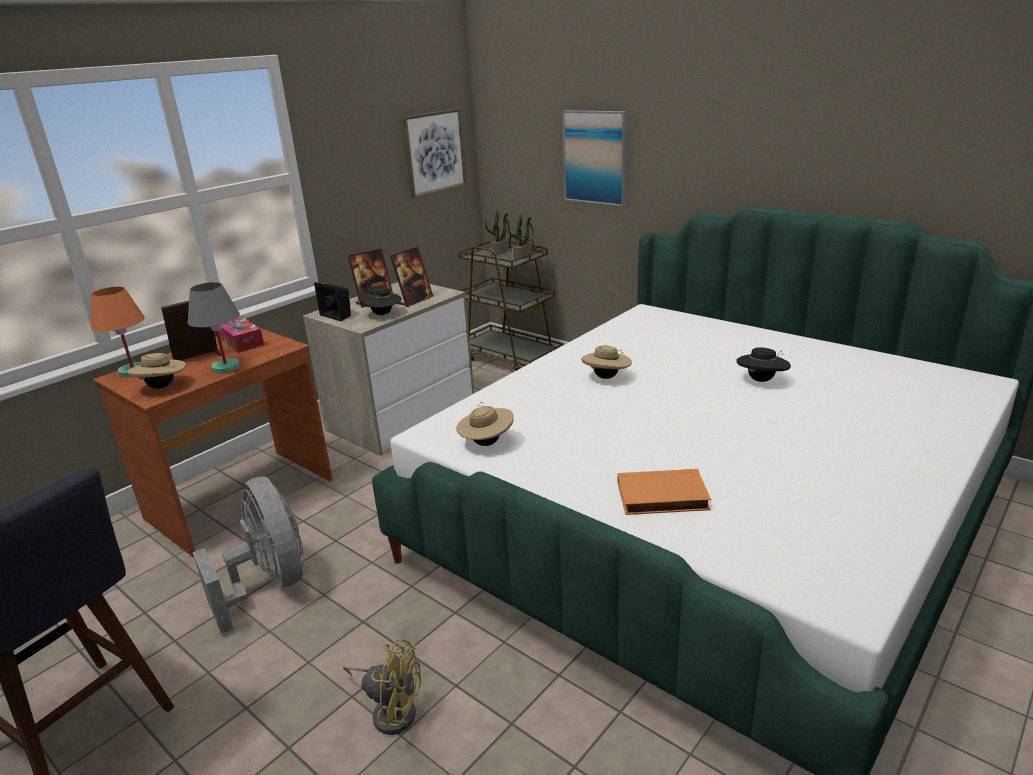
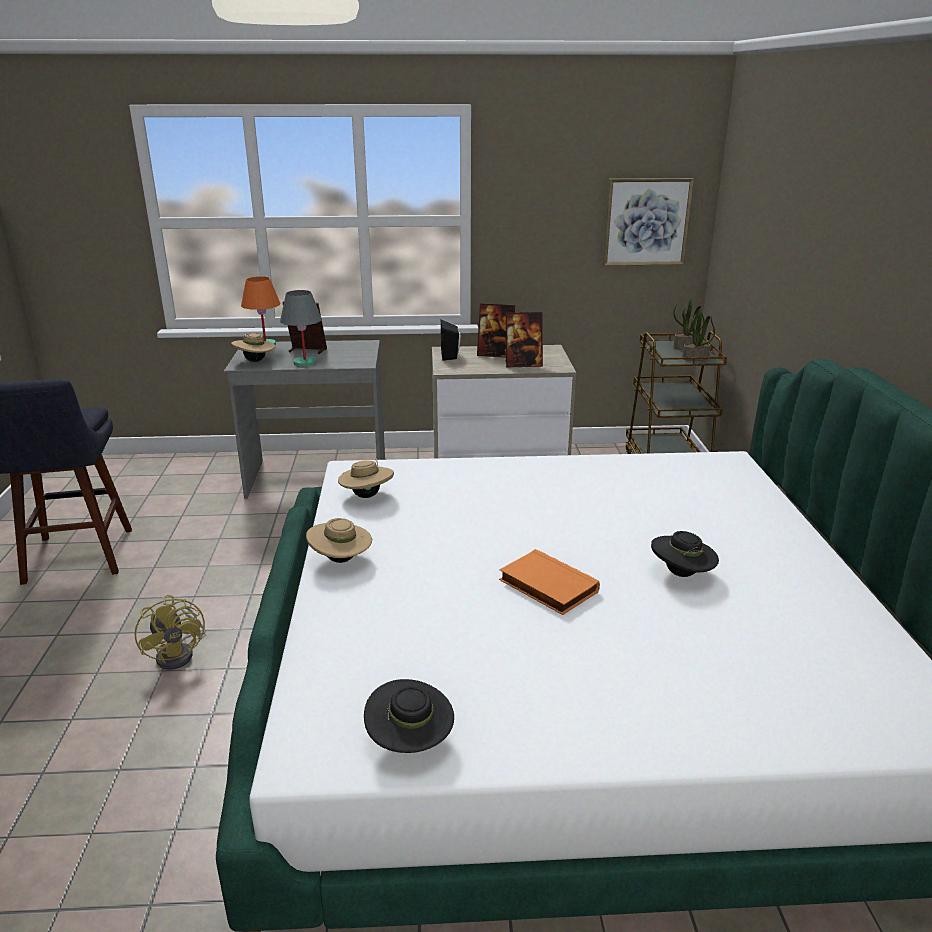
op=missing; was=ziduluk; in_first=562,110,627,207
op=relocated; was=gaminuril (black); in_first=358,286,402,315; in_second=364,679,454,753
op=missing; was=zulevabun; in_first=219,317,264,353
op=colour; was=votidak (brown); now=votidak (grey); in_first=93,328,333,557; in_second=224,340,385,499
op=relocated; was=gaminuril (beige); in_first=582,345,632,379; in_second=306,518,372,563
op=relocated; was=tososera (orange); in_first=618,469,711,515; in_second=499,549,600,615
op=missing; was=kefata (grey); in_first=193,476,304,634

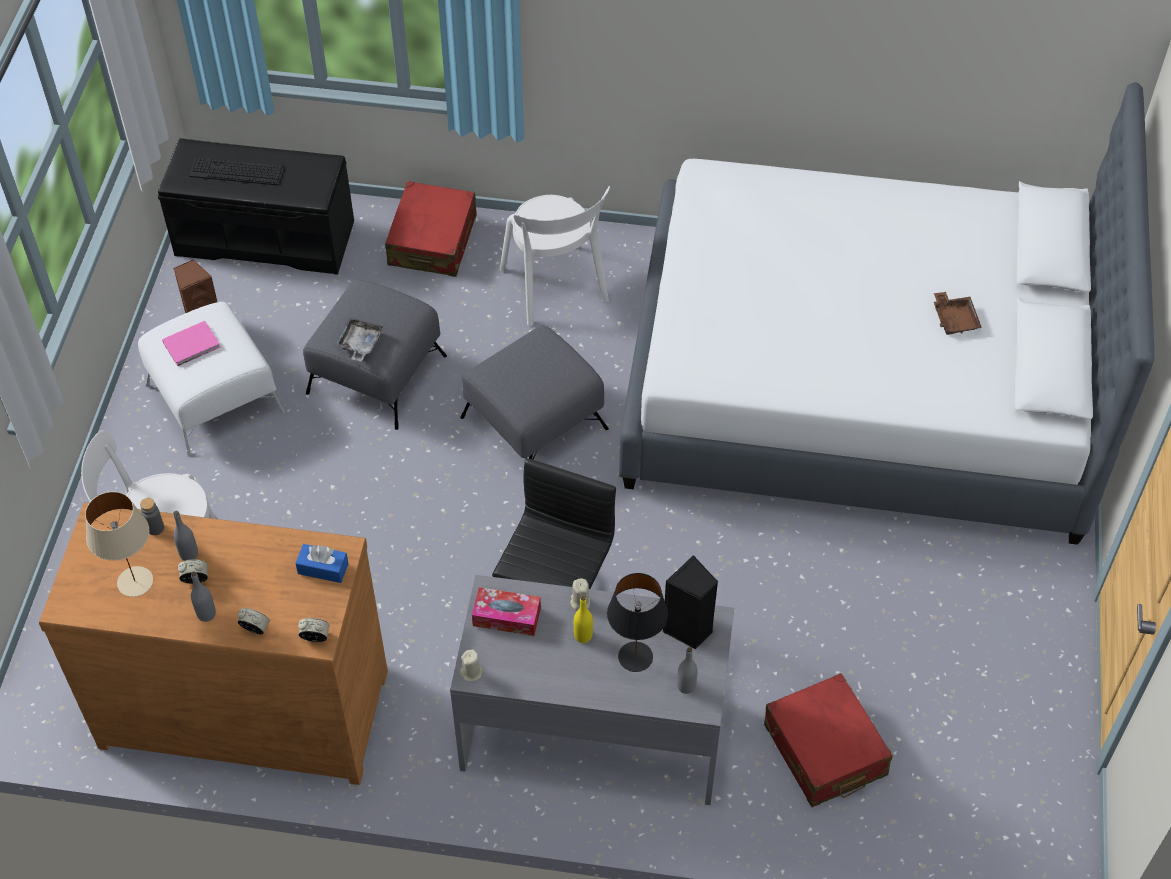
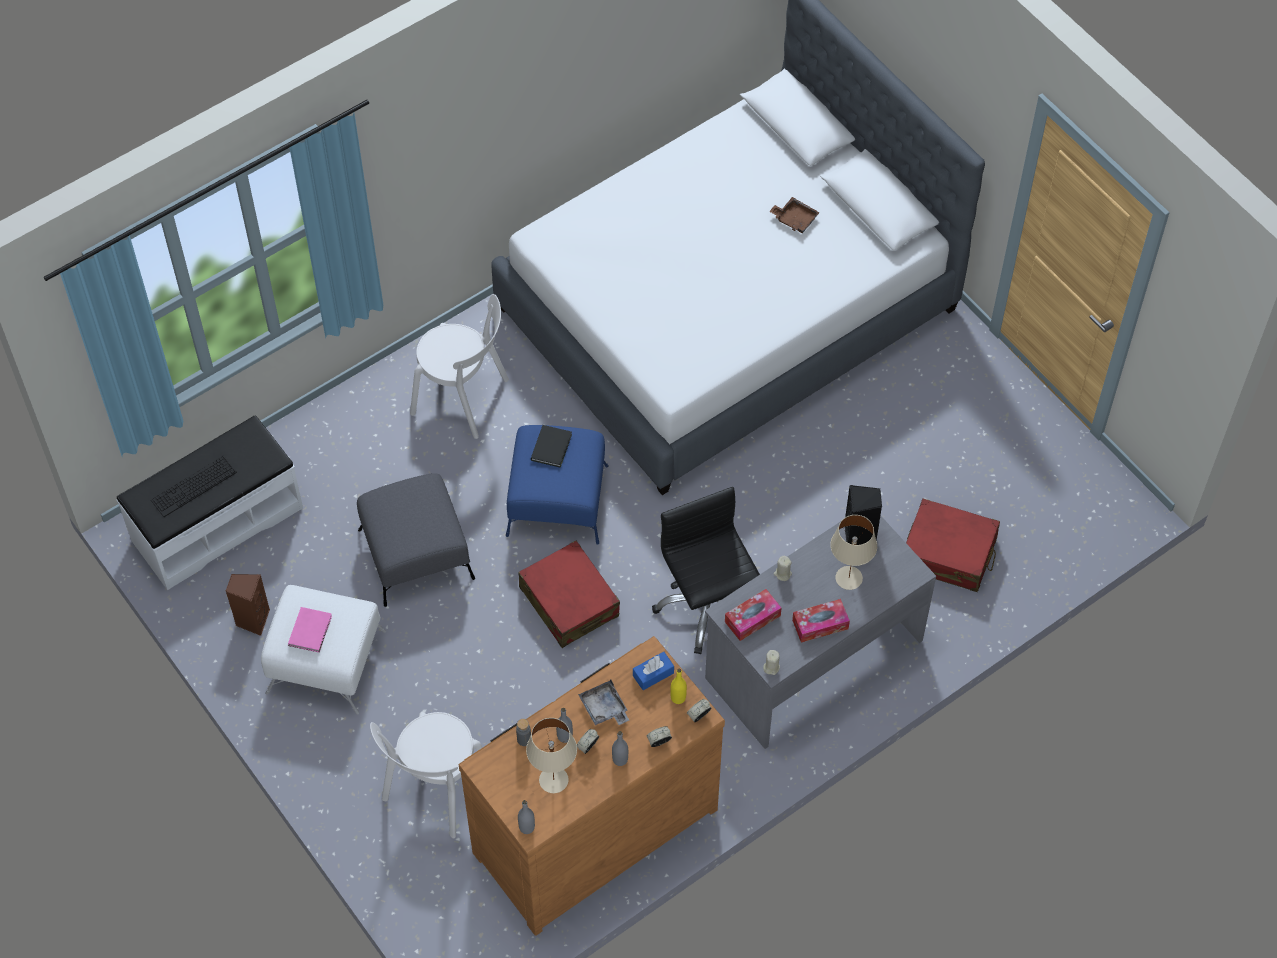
op=colour; was=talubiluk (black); now=talubiluk (white); in_first=158,138,354,275; in_second=117,416,303,590
op=relocated; was=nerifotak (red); in_first=385,181,477,277; in_second=518,540,620,648
op=relocated; was=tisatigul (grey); in_first=335,318,383,362; in_second=578,679,629,725
op=colour; was=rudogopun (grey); now=rudogopun (blue); in_first=460,325,609,460; in_second=506,425,609,545
op=colour; was=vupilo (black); now=vupilo (beige); in_first=607,573,668,672; in_second=830,515,877,590
op=relocated; was=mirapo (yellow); in_first=574,596,593,643; in_second=670,669,687,704
op=relocated; was=mirapo (grey); in_first=677,647,698,694; in_second=518,800,535,834
op=appeared; now=tososera (black); in_second=531,425,572,468
op=appeared; now=zulevabun; in_second=792,599,850,643

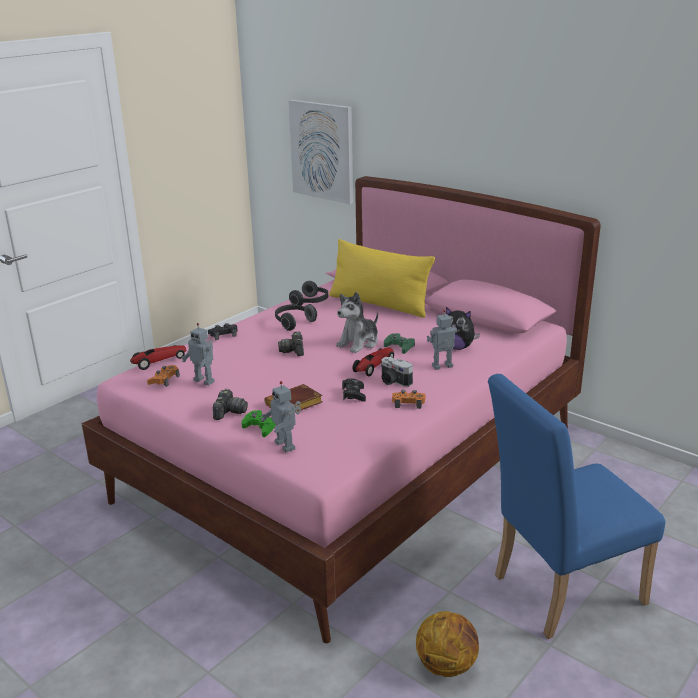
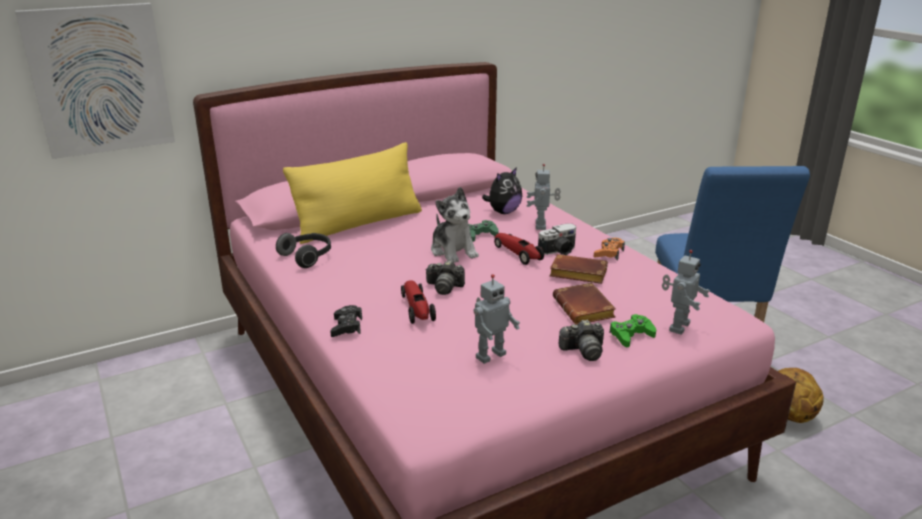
op=missing; was=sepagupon; in_first=275,304,317,331
op=relocated; was=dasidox; in_first=130,345,187,370; in_second=401,280,436,324
op=missing; was=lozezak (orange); in_first=147,365,180,387
op=exchanged; was=lozezak (black); now=tososera (brown); in_first=342,378,366,402; in_second=550,254,608,284
op=spun; was=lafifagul; in_first=261,381,301,452; in_second=662,250,710,335; clockwise=-45
op=spun; was=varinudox; in_first=213,389,248,420; in_second=559,320,604,361; clockwise=135

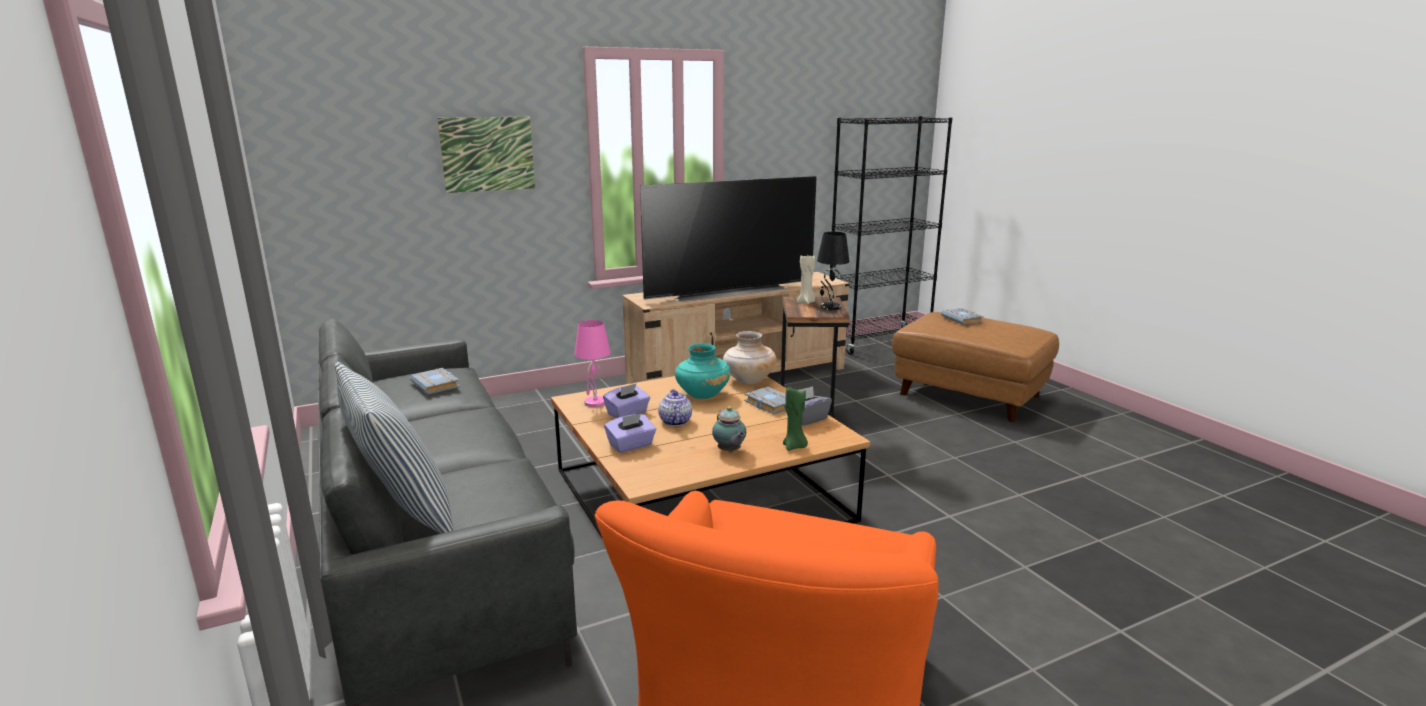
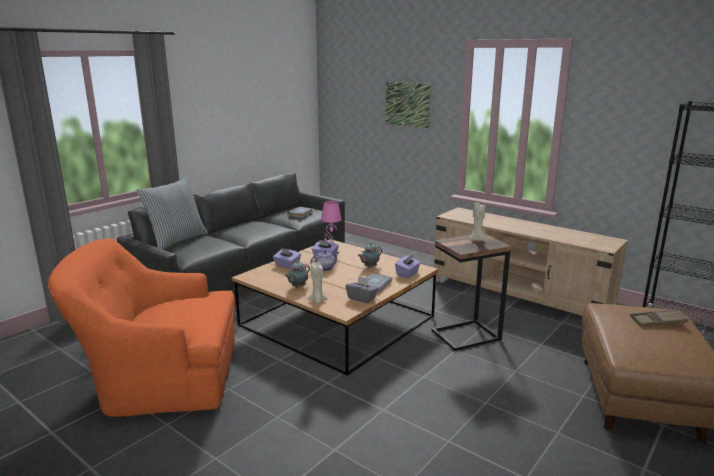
op=missing; was=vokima; in_first=640,176,817,302
op=missing; was=vupilo (black); in_first=817,232,849,310
op=exchanged; was=tososera (grey); now=tisatigul (brown); in_first=941,308,984,325; in_second=631,309,688,326
op=exchanged; was=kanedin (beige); now=zulevabun (purple); in_first=723,331,776,384; in_second=395,254,421,278
op=exchanged; was=kanedin (turquoise); now=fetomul; in_first=675,343,731,399; in_second=358,243,382,268
op=colour; was=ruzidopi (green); now=ruzidopi (beige); in_first=783,387,808,451; in_second=308,262,328,304

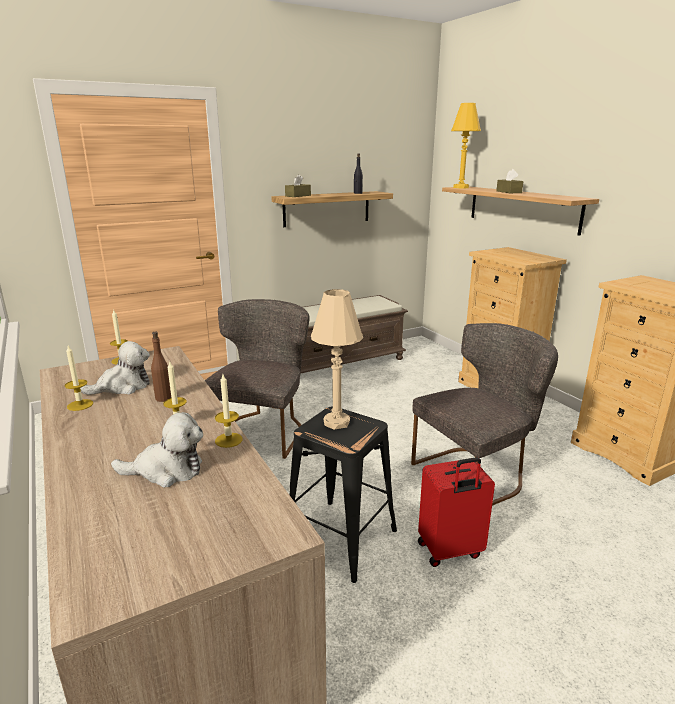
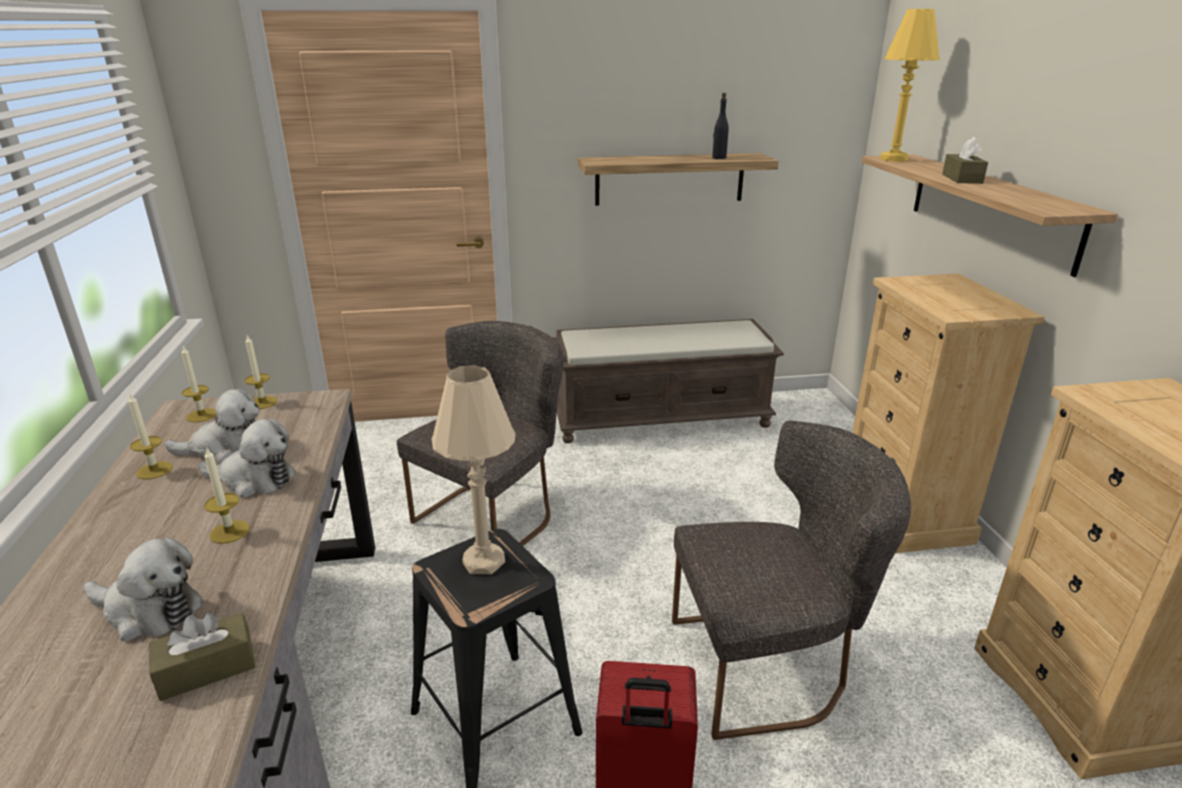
op=relocated; was=zulevabun (brown); in_first=285,174,311,197; in_second=149,613,256,701
op=exchanged; was=mirapo (brown); now=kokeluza; in_first=151,332,171,402; in_second=198,419,295,498
op=relocated; was=ruzidopi; in_first=215,374,243,448; in_second=181,346,216,422

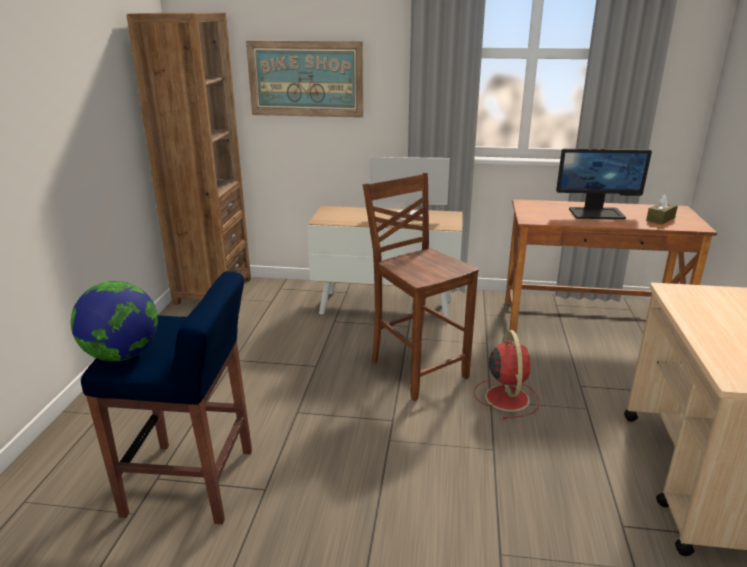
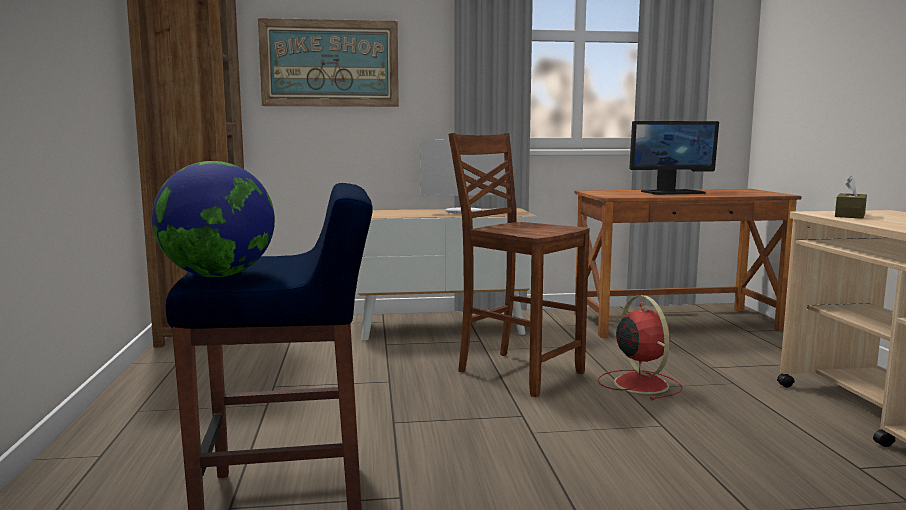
op=relocated; was=zulevabun (brown); in_first=646,194,678,225; in_second=835,176,867,219

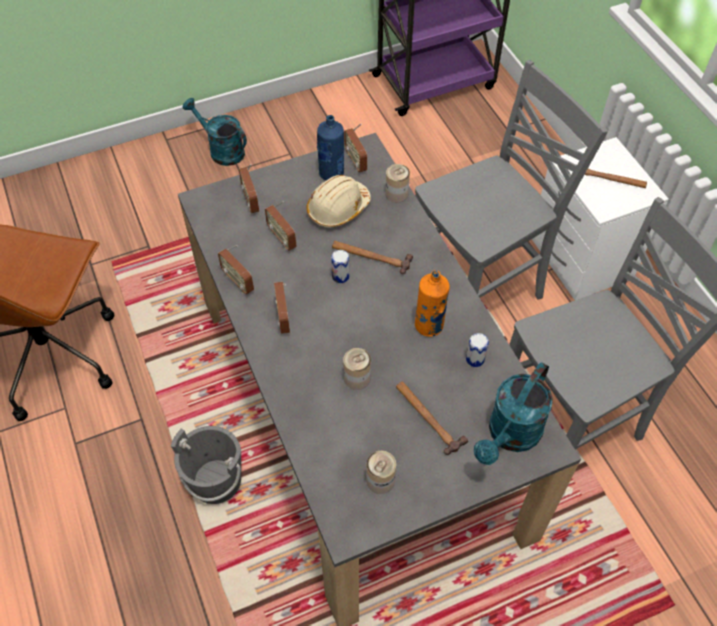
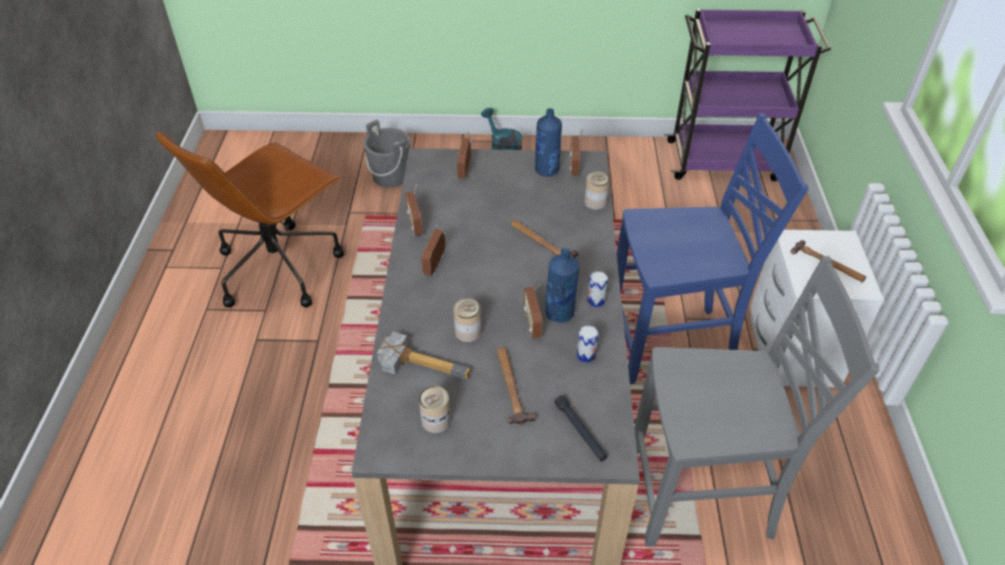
op=colour; was=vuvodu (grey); now=vuvodu (blue); in_first=415,60,608,300; in_second=617,114,808,384
op=missing; was=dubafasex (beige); in_first=306,175,371,228
op=relocated; was=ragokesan; in_first=265,201,296,251; in_second=524,284,542,339
op=relocated; was=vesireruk; in_first=331,250,349,283; in_second=587,271,608,307
op=colour; was=mirapo (orange); now=mirapo (blue); in_first=415,270,450,337; in_second=545,248,579,323
op=exchanged; was=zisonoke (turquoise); now=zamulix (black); in_first=474,362,553,465; in_second=554,395,607,461
op=relocated; was=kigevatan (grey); in_first=171,426,241,504; in_second=363,119,411,188
op=appeared; now=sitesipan; in_second=377,332,470,379

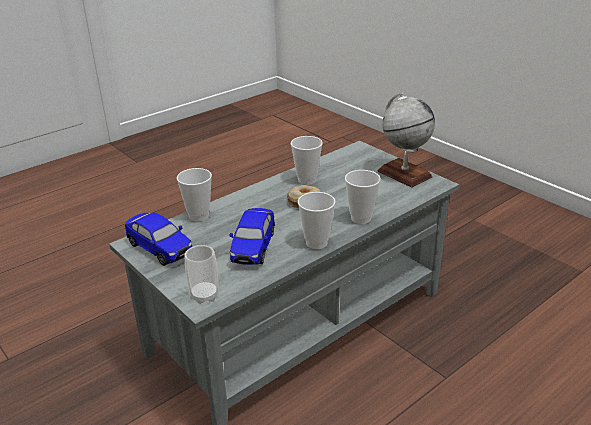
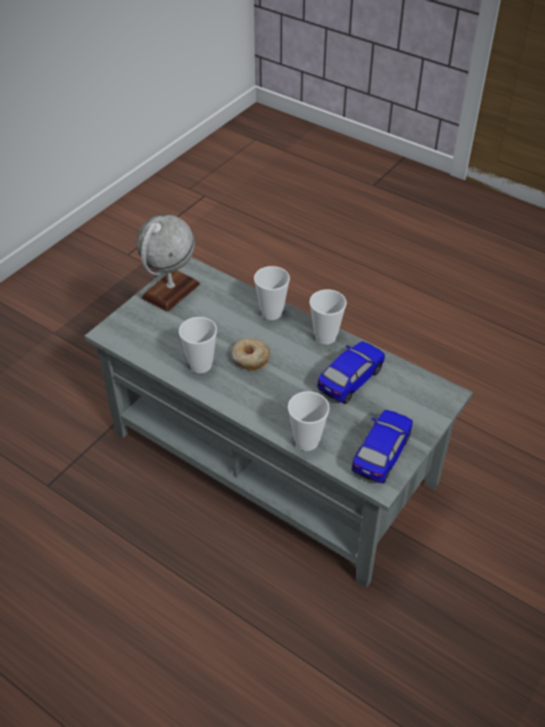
op=spun; was=dasidox; in_first=229,208,275,265; in_second=318,341,385,404; clockwise=-45
op=missing; was=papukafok; in_first=185,245,219,304

